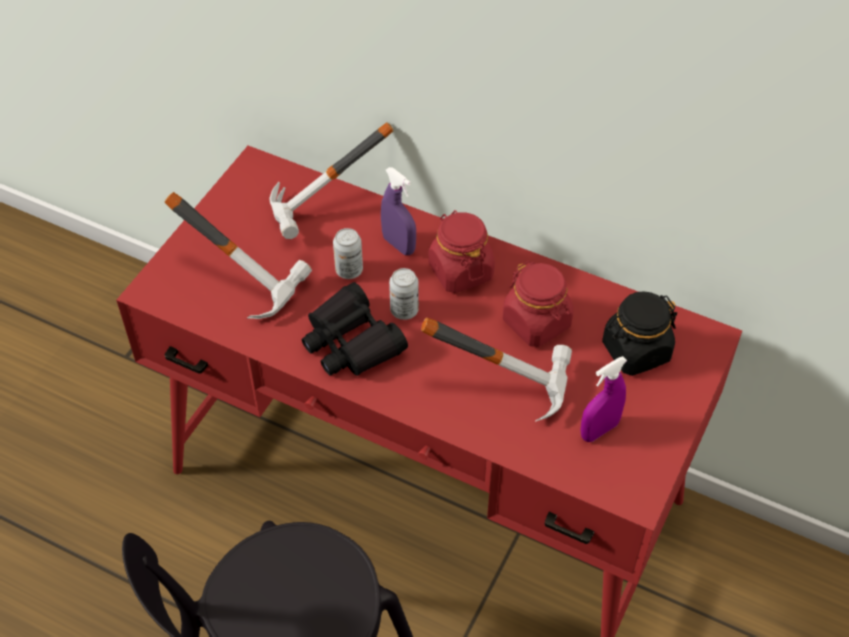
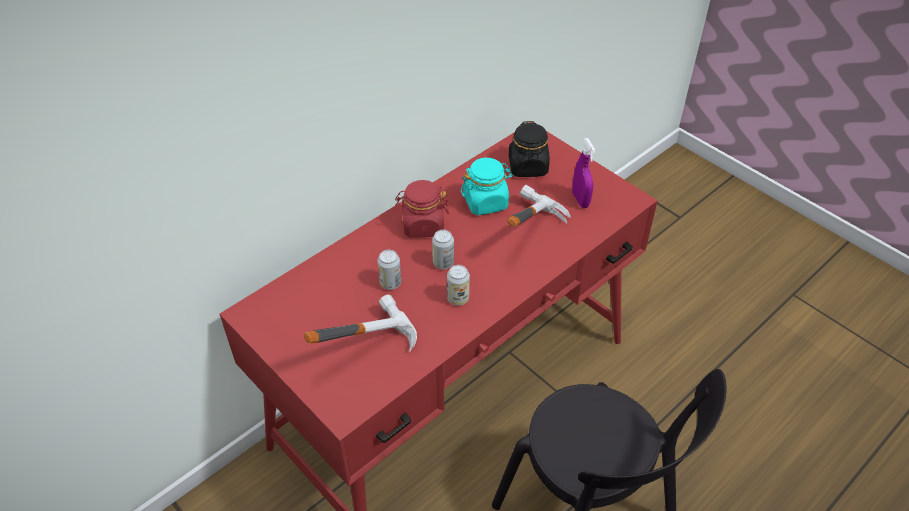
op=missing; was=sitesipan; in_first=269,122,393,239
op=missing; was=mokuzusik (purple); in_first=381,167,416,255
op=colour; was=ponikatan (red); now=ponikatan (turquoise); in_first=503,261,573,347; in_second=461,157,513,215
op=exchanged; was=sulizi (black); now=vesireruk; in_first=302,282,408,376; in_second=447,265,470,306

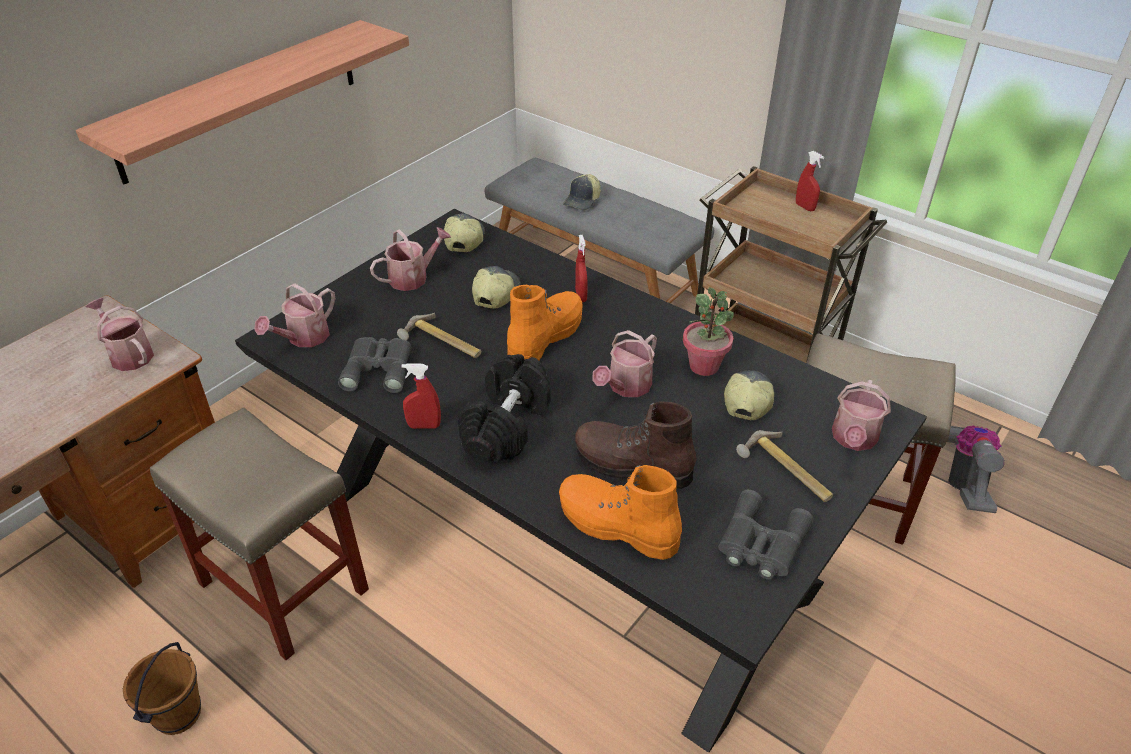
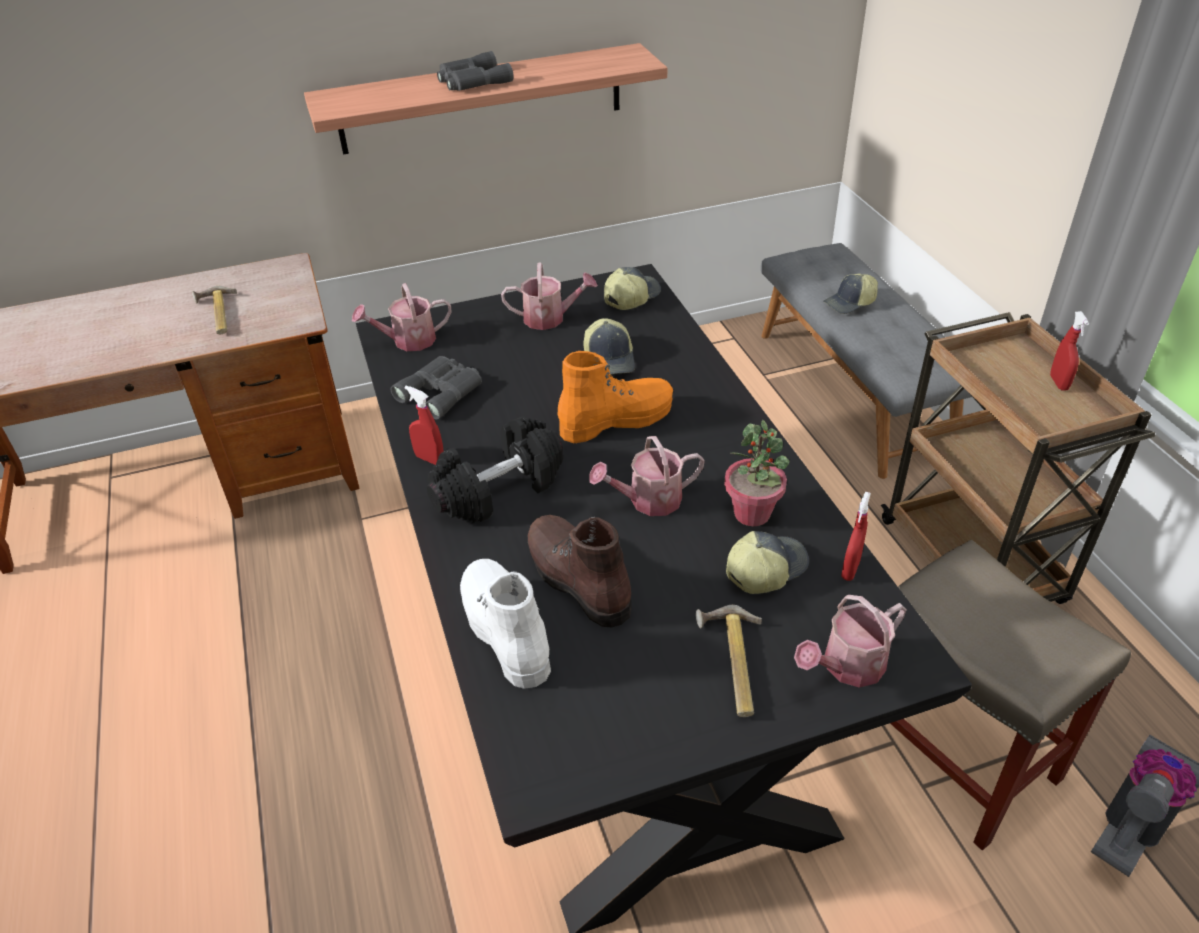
op=relocated; was=mokuzusik (red); in_first=575,235,588,302; in_second=841,492,871,581
op=spun; was=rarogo; in_first=472,266,520,309; in_second=584,318,635,374; clockwise=120
op=missing; was=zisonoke; in_first=86,298,154,371
op=relocated; was=sitesipan; in_first=397,313,481,358; in_second=192,286,237,334
op=missing; was=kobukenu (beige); in_first=150,408,369,660
op=colour; was=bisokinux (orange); now=bisokinux (white); in_first=559,465,682,560; in_second=460,559,551,689
op=relocated; was=sulizi (grey); in_first=718,490,813,580; in_second=437,51,514,91
op=missing; was=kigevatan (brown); in_first=123,642,201,735

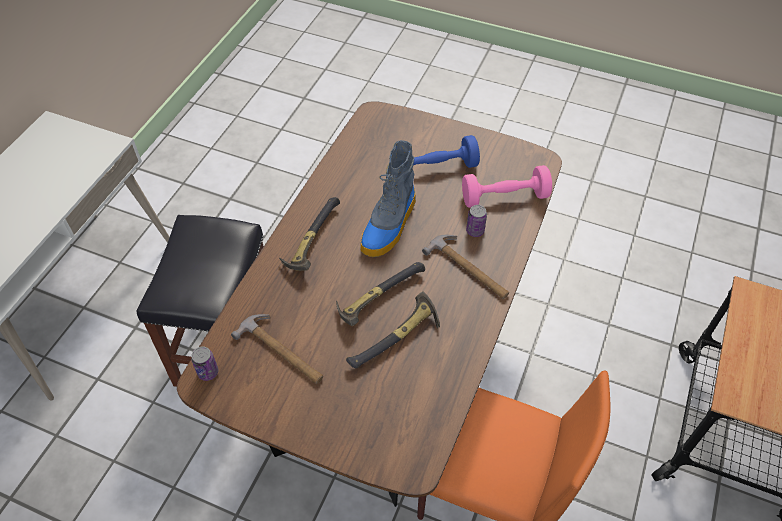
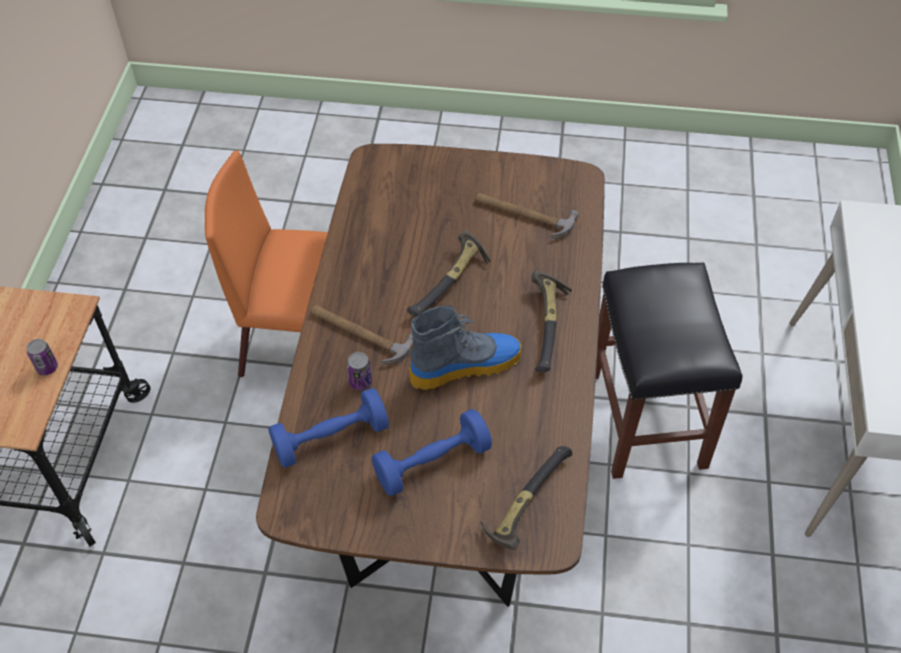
op=spun; was=bisokinux; in_first=360,140,416,257; in_second=409,306,522,390; clockwise=60
op=colour; was=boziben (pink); now=boziben (blue); in_first=462,165,552,208; in_second=268,388,389,468
op=relocated; was=sitesipan; in_first=346,291,440,368; in_second=480,446,573,550
op=relocated; was=vesireruk; in_first=191,346,218,381; in_second=26,339,58,375

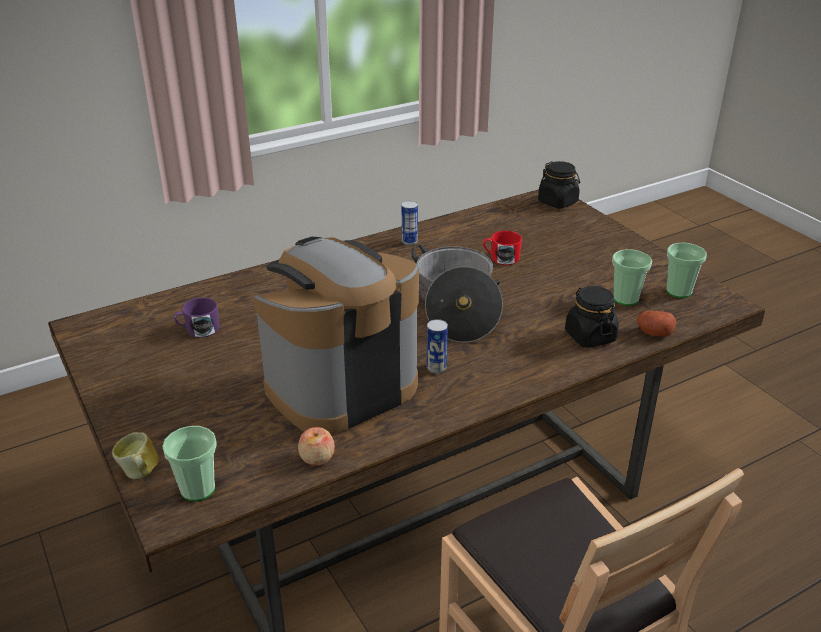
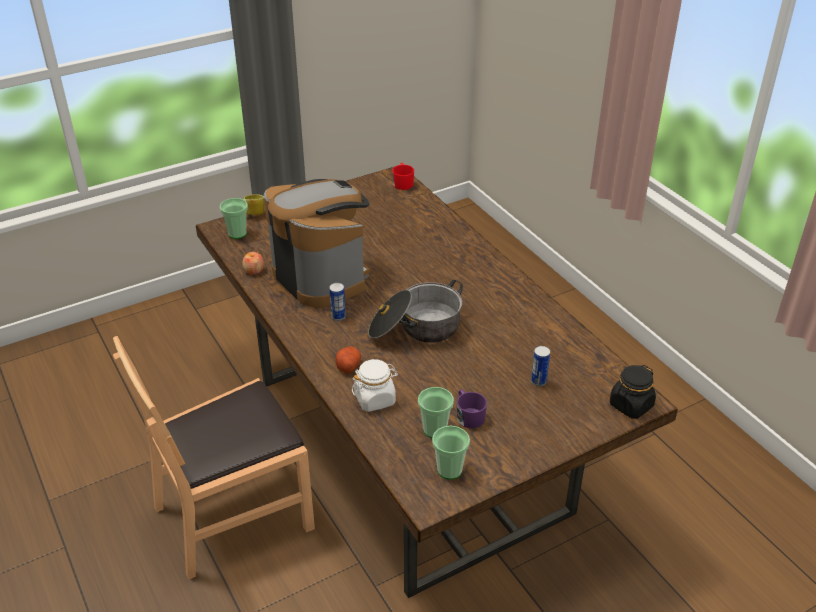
op=relocated; was=vesireruk; in_first=402,201,418,245; in_second=531,346,550,386
op=relocated; was=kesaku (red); in_first=483,231,522,265; in_second=392,163,414,190
op=colour; was=ponikatan (black); now=ponikatan (white); in_first=565,286,619,348; in_second=352,359,398,412
op=relocated; was=kesaku (purple); in_first=174,298,219,338; in_second=457,389,487,428
op=relocated; was=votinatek; in_first=637,311,676,337; in_second=336,346,361,373

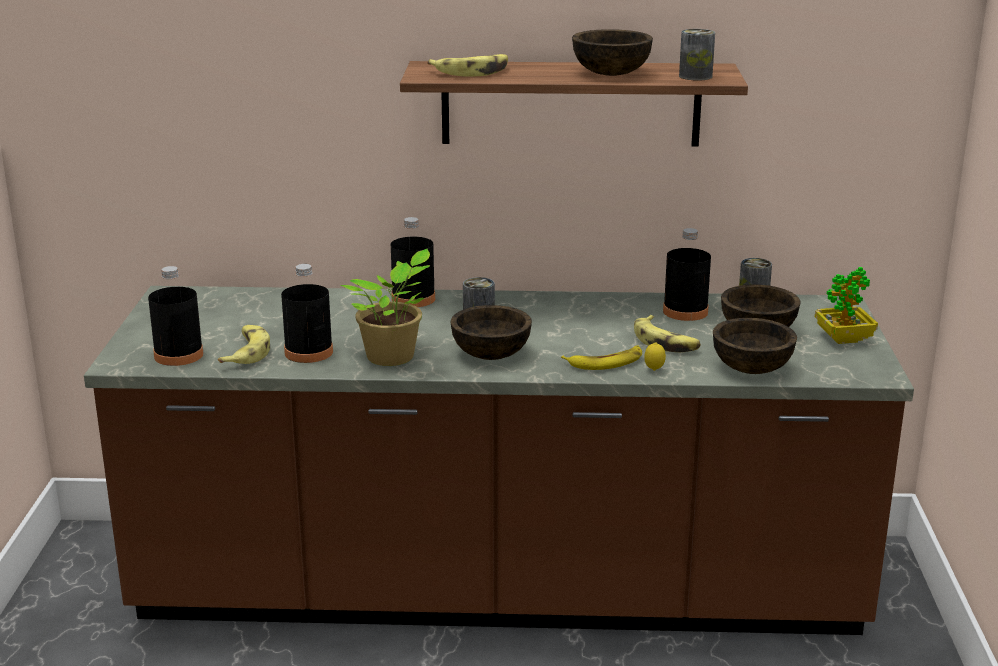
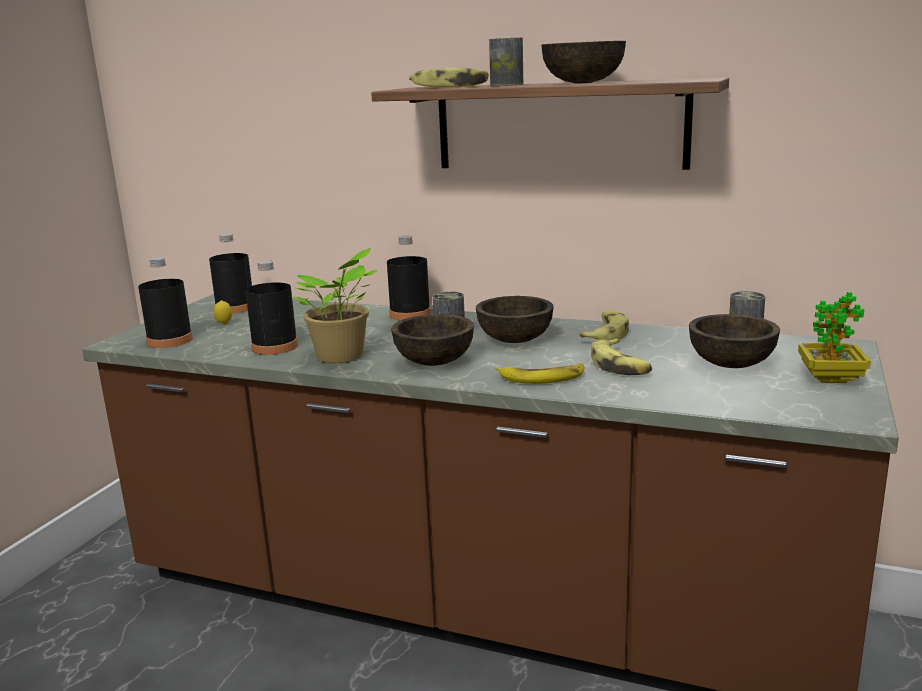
op=relocated; was=vesireruk; in_first=679,29,715,80; in_second=489,38,523,86
op=relocated; was=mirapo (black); in_first=663,228,711,321; in_second=209,233,252,314
op=relocated; was=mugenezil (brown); in_first=713,318,797,374; in_second=476,296,554,343
op=relocated; was=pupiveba; in_first=218,325,270,364; in_second=579,311,629,340
op=relocated; was=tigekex; in_first=644,343,666,371; in_second=214,300,232,325

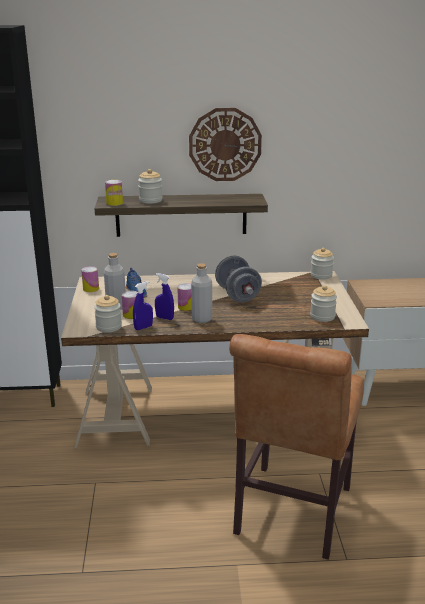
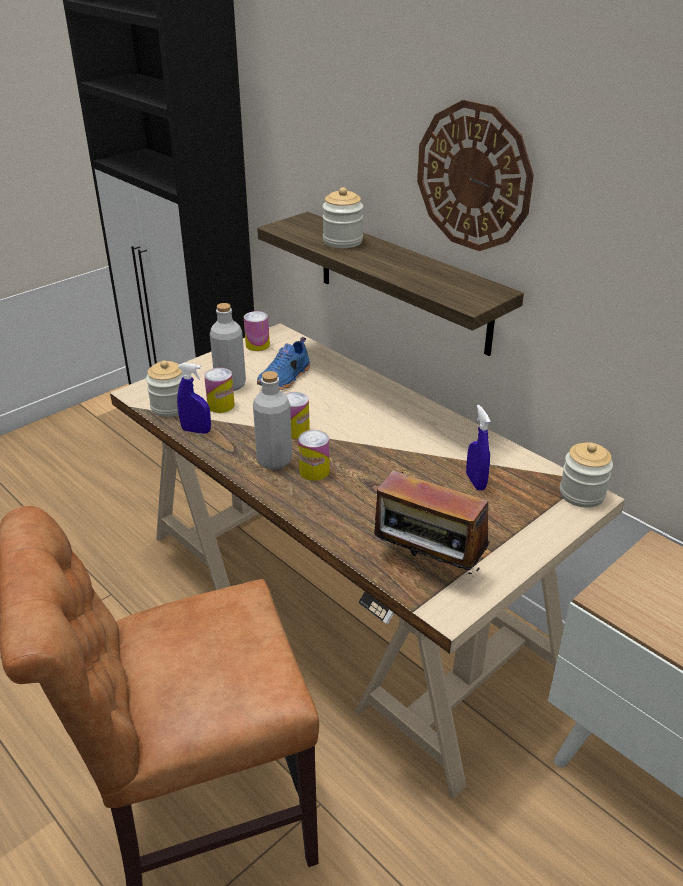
op=relocated; was=vesireruk; in_first=105,180,123,206; in_second=298,430,330,481
op=missing; was=boziben (grey); in_first=215,255,262,303
op=relocated; was=mokuzusik (blue); in_first=155,273,174,320; in_second=466,405,491,491
op=exchanged; was=ponikatan; now=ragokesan; in_first=310,285,337,322; in_second=374,463,489,575

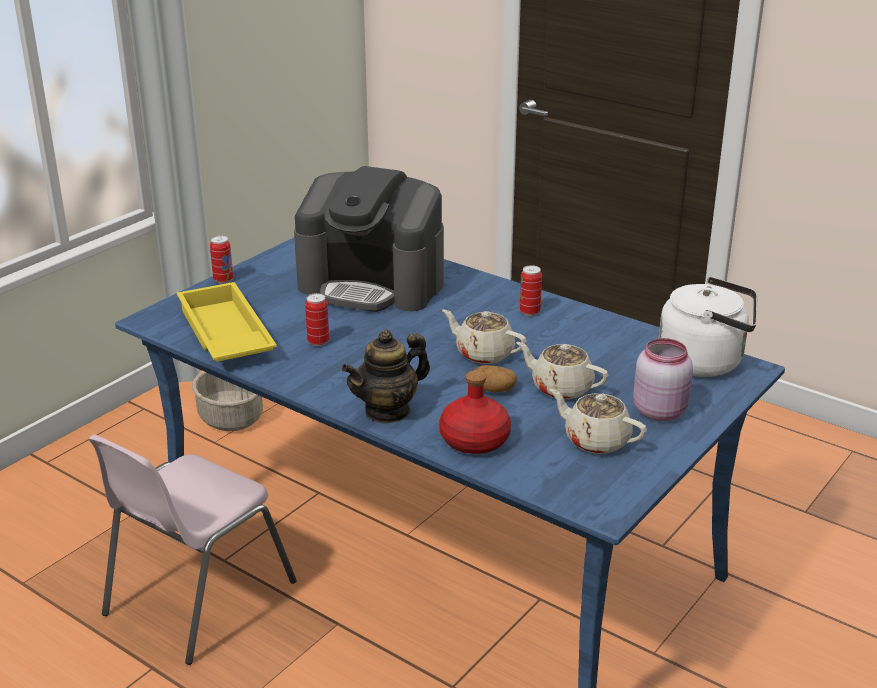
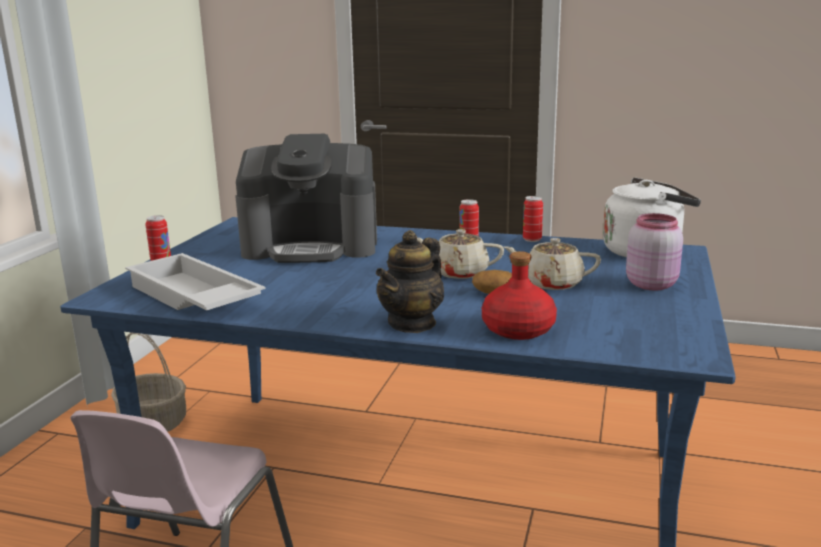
op=colour; was=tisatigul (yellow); now=tisatigul (white); in_first=177,282,277,362; in_second=125,253,266,310
op=relocated; was=vesireruk; in_first=305,293,329,346; in_second=523,196,543,242
op=missing; was=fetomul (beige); in_first=549,389,647,454

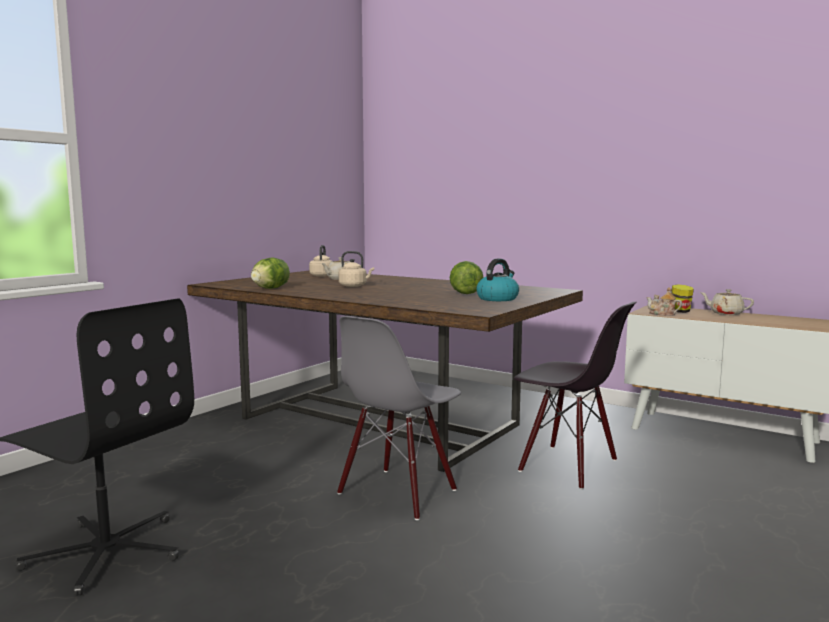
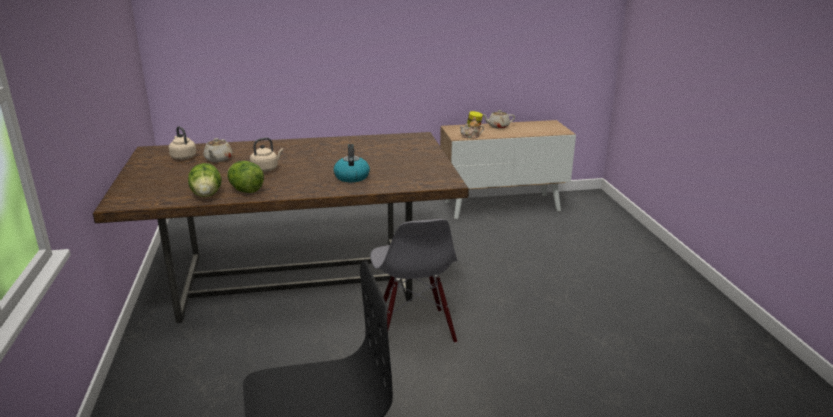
op=relocated; was=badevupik; in_first=476,259,519,301; in_second=334,144,370,182
op=relocated; was=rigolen; in_first=450,261,484,294; in_second=227,161,264,193
op=missing; was=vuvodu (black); in_first=514,302,637,490

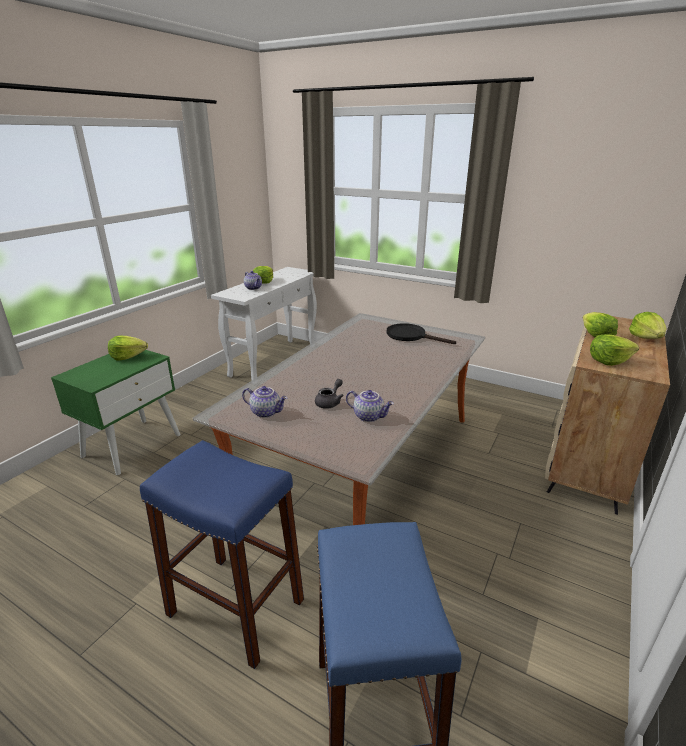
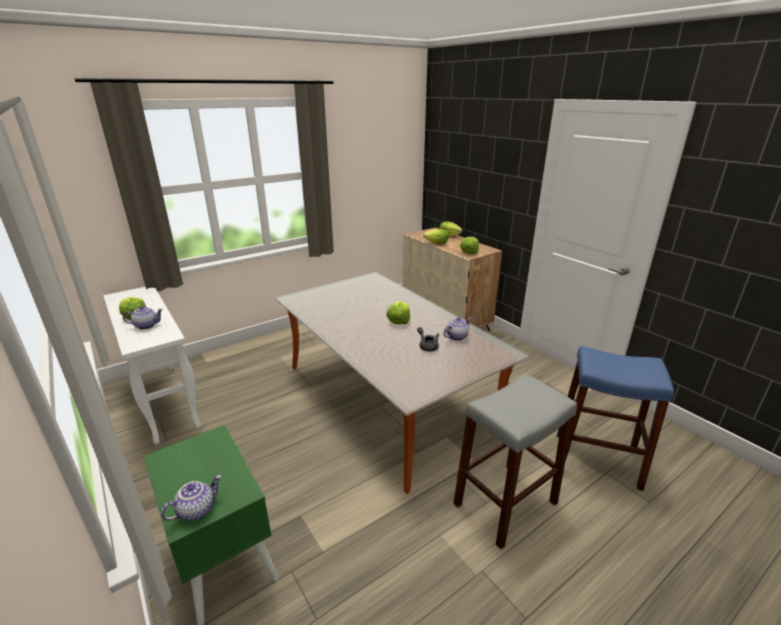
op=missing; was=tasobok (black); in_first=387,323,456,344
op=relocated; was=rigolen; in_first=108,336,148,360; in_second=386,301,410,324
op=relocated; was=fetomul; in_first=242,386,287,418; in_second=161,475,221,521
op=colour; was=kobukenu (blue); now=kobukenu (grey); in_first=140,440,304,669; in_second=454,374,577,549

